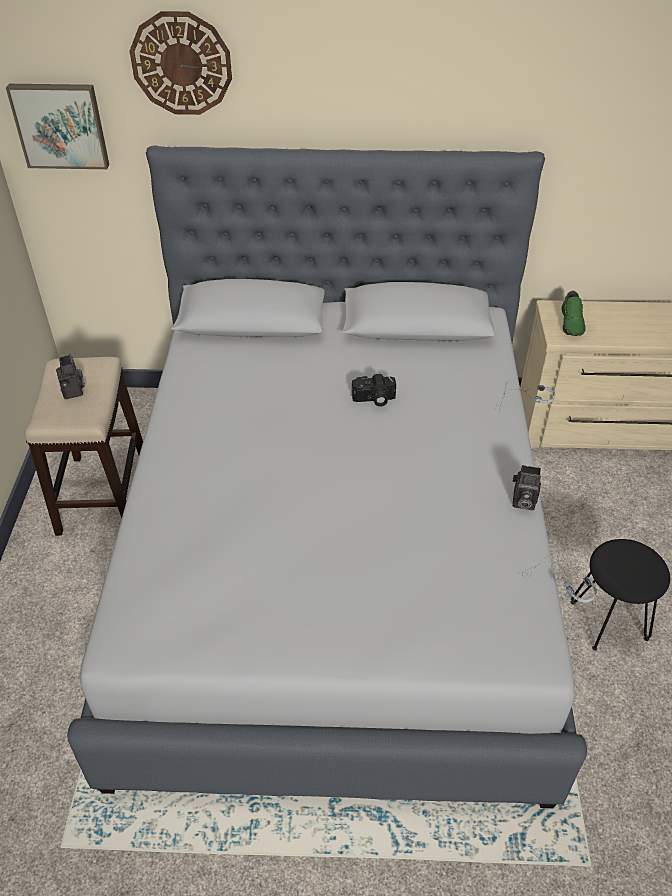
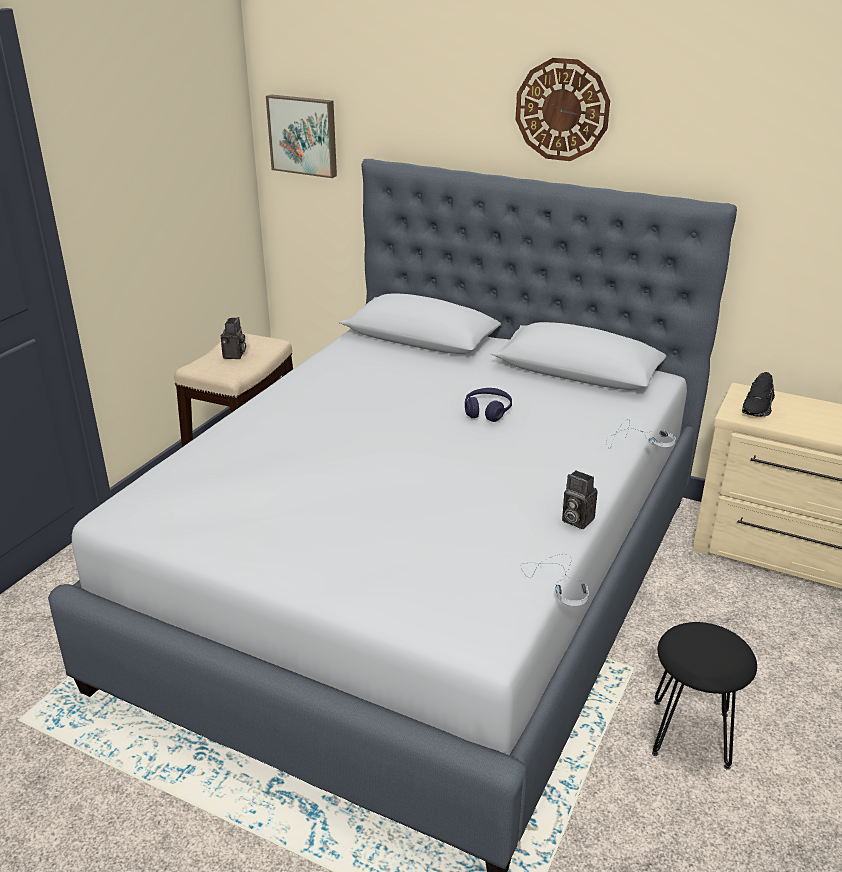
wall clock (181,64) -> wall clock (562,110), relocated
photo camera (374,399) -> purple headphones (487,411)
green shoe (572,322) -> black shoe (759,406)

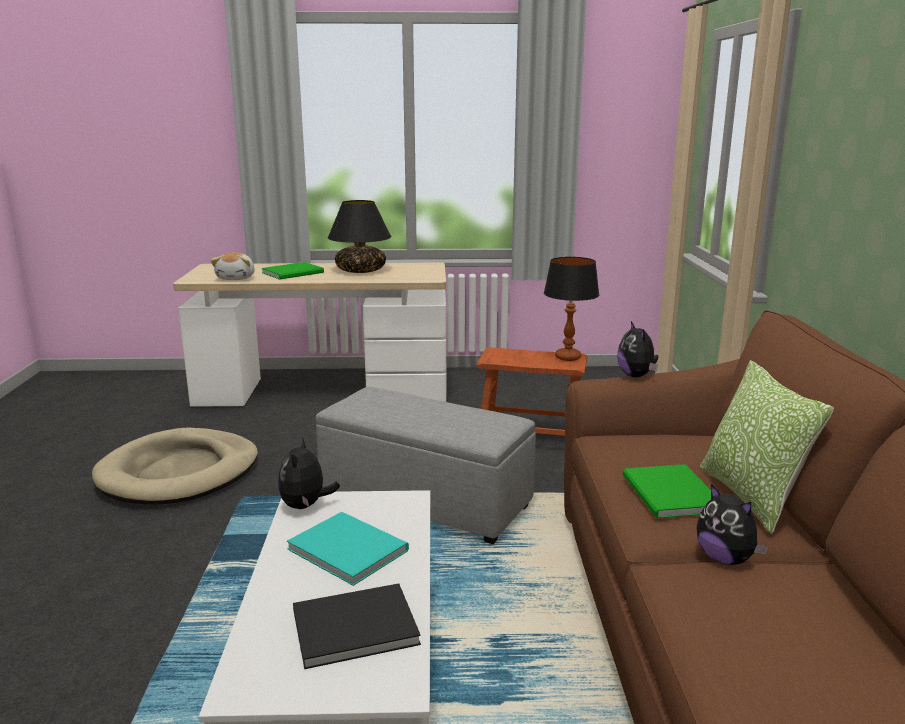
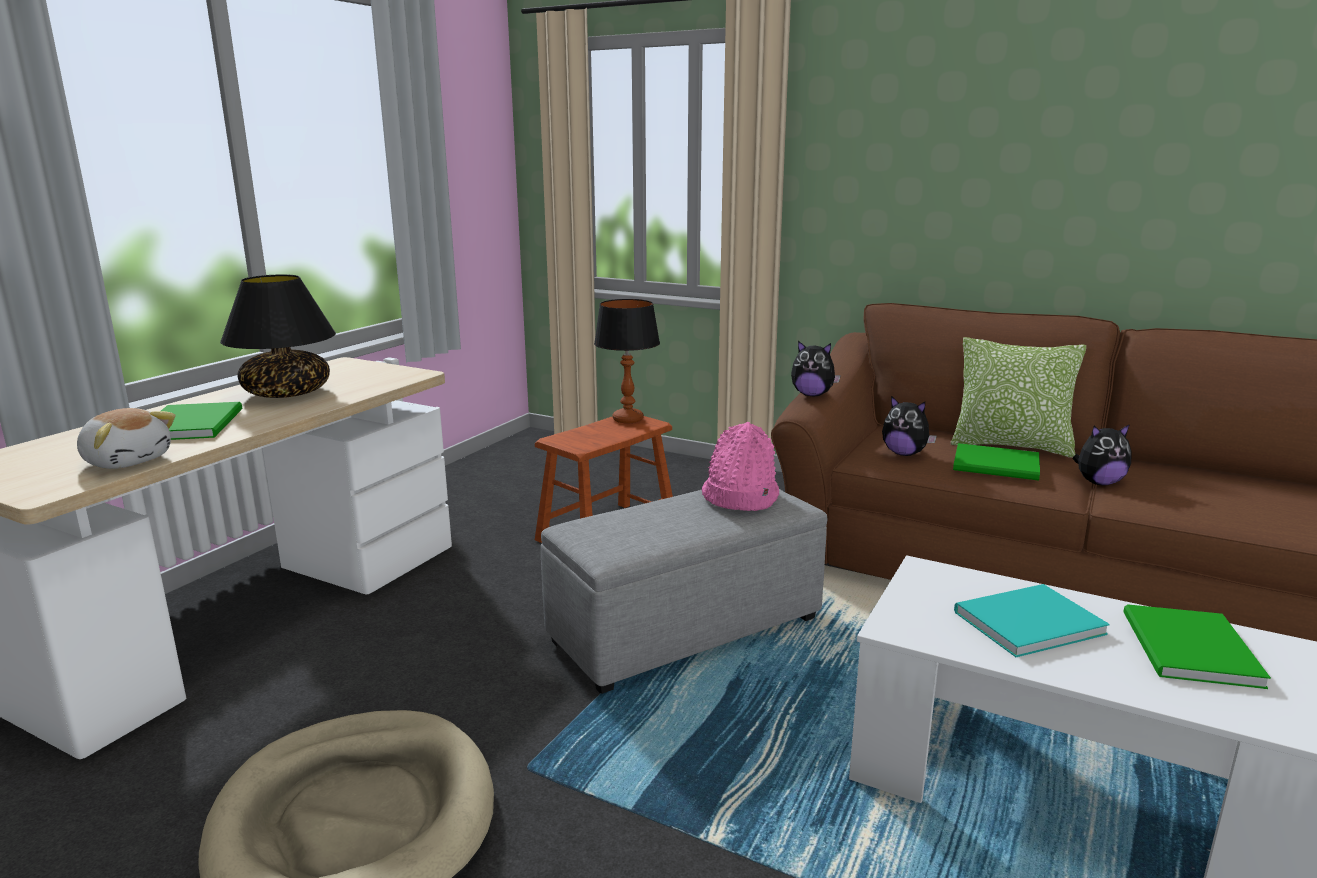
none -> pink hat (739,496)
plush toy (306,506) -> plush toy (904,454), relocated
black book (350,626) -> green book (1187,650)

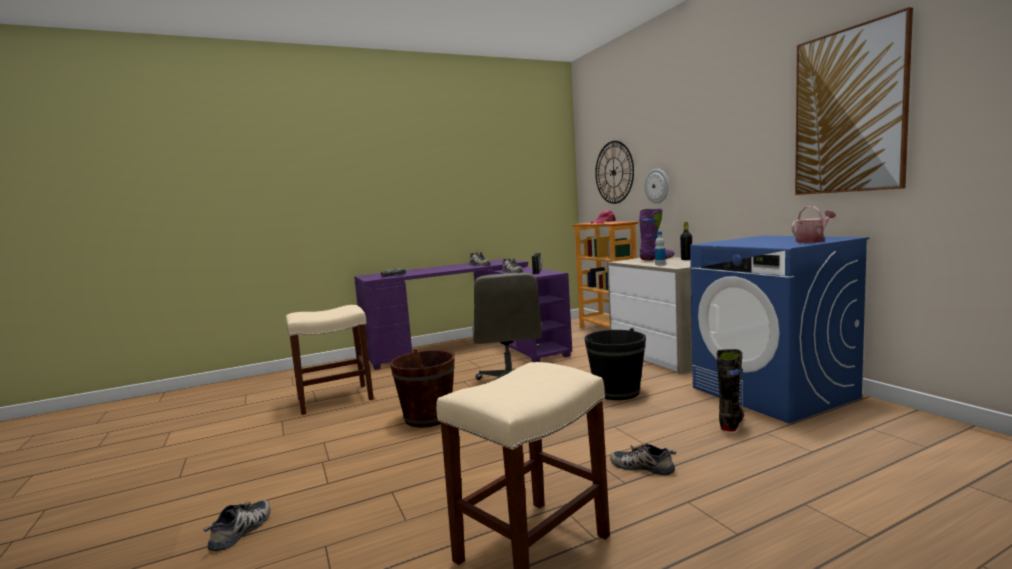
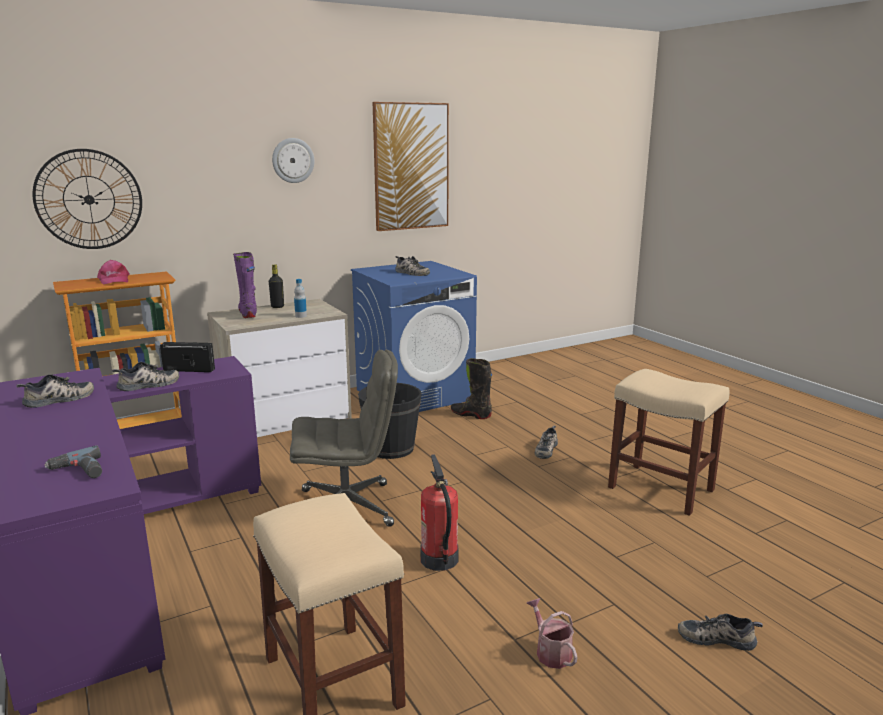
none -> shoe (411,273)
wall clock (657,186) -> wall clock (293,160), relocated
watering can (812,241) -> watering can (550,652), relocated
brown bucket (428,417) -> fire extinguisher (439,559)

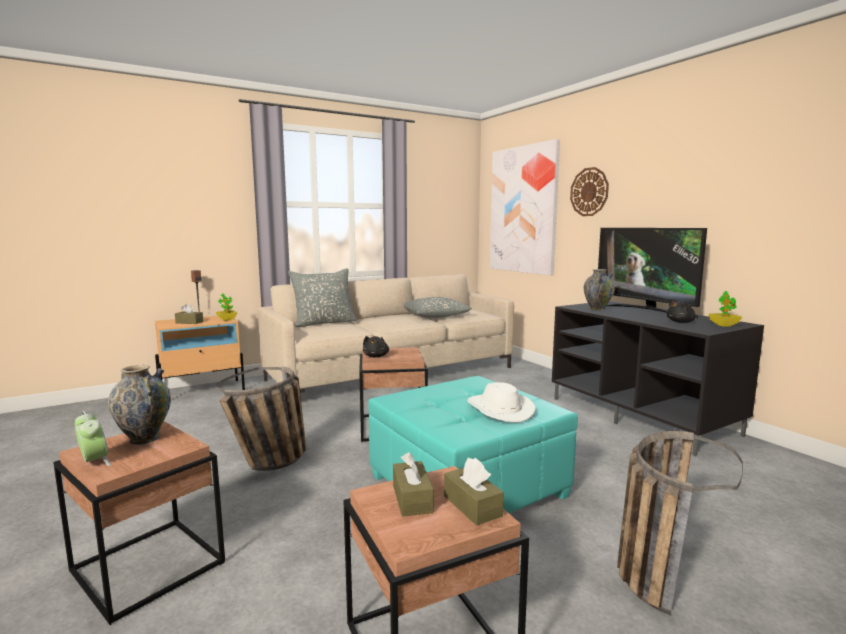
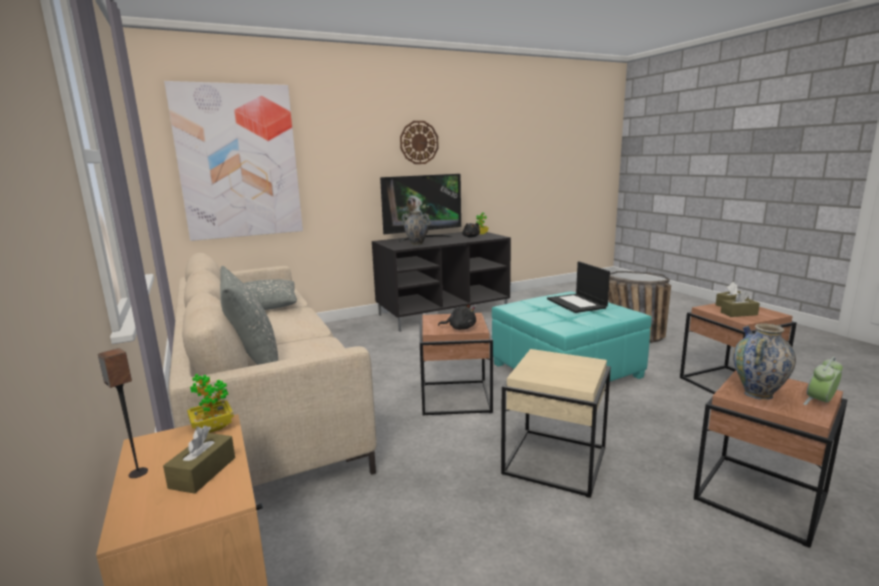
wall clock (589,192) -> wall clock (419,142), relocated
basket (271,464) -> beige side table (553,461)
white hat (499,410) -> laptop (577,303)

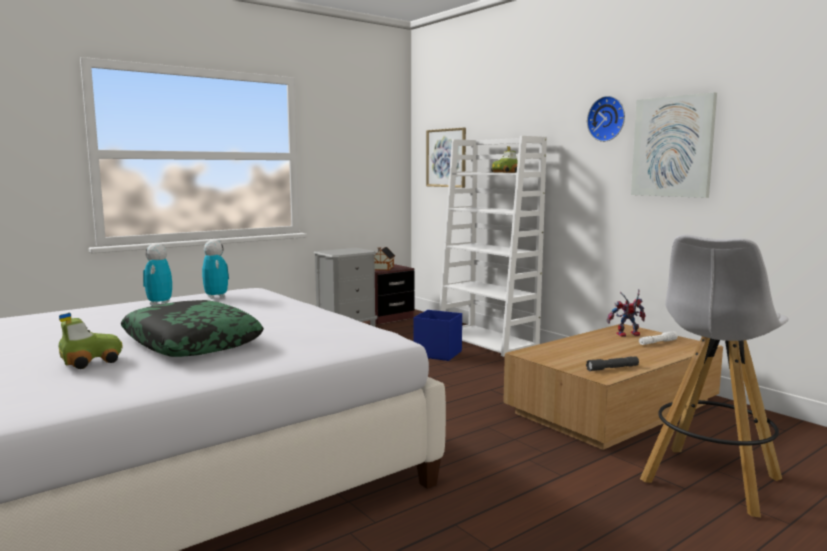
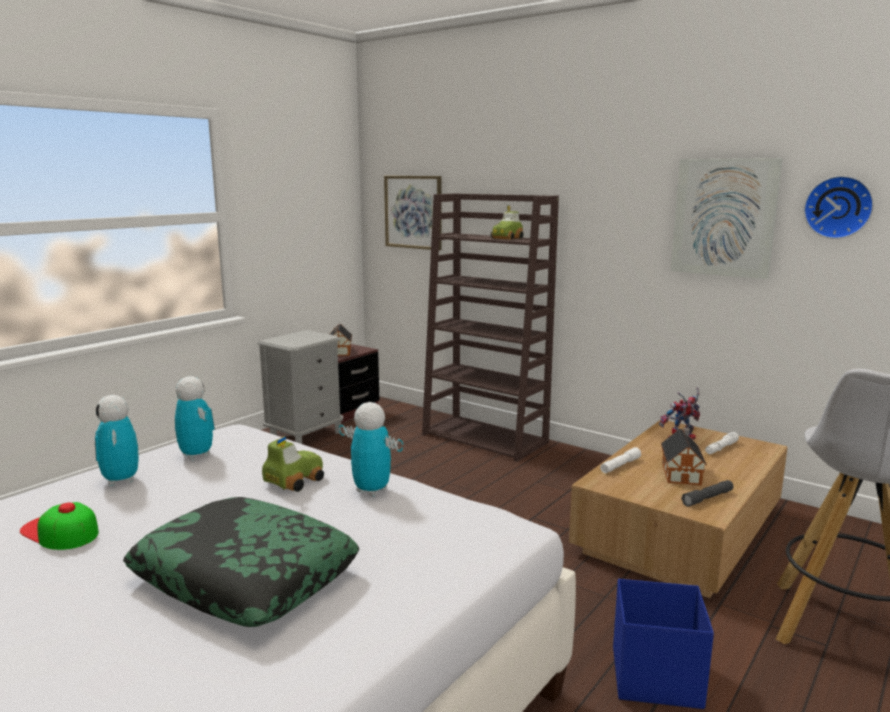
none -> cap (60,531)
none -> toy robot (371,490)
none -> white flashlight (620,465)
none -> toy house (681,473)
toy car (91,361) -> toy car (293,481), relocated
blue storage box (437,353) -> blue storage box (654,677), relocated
wall clock (607,119) -> wall clock (838,207), relocated
white bookcase (488,341) -> brown bookcase (486,438)

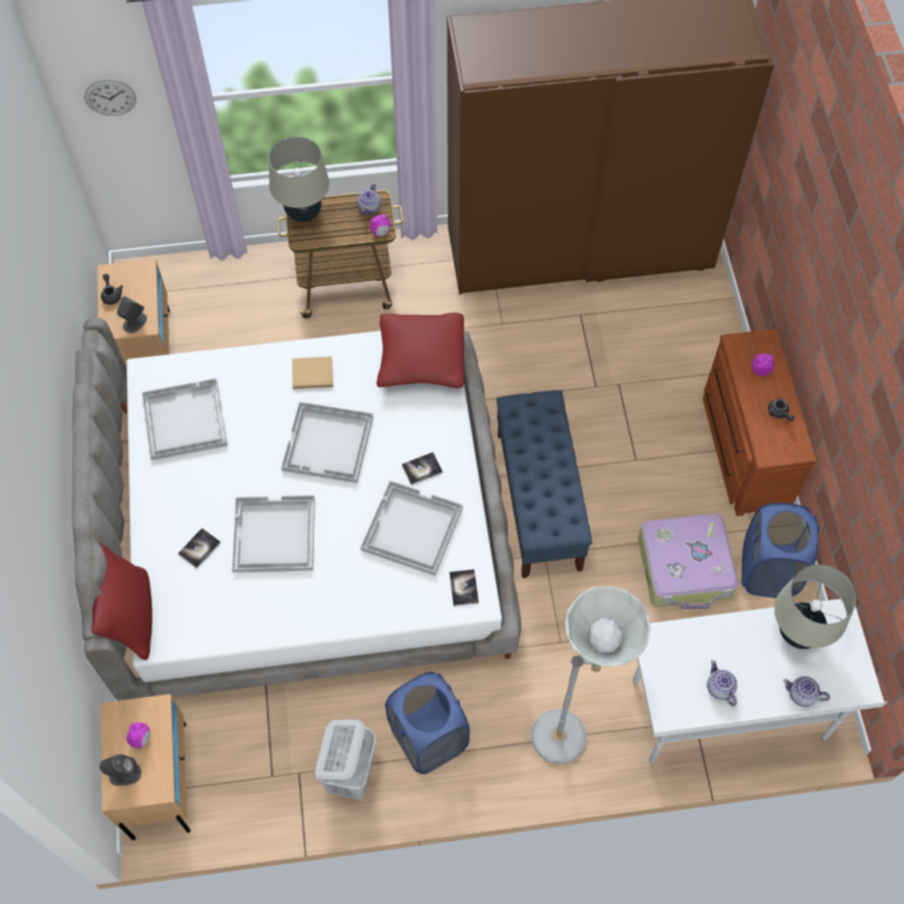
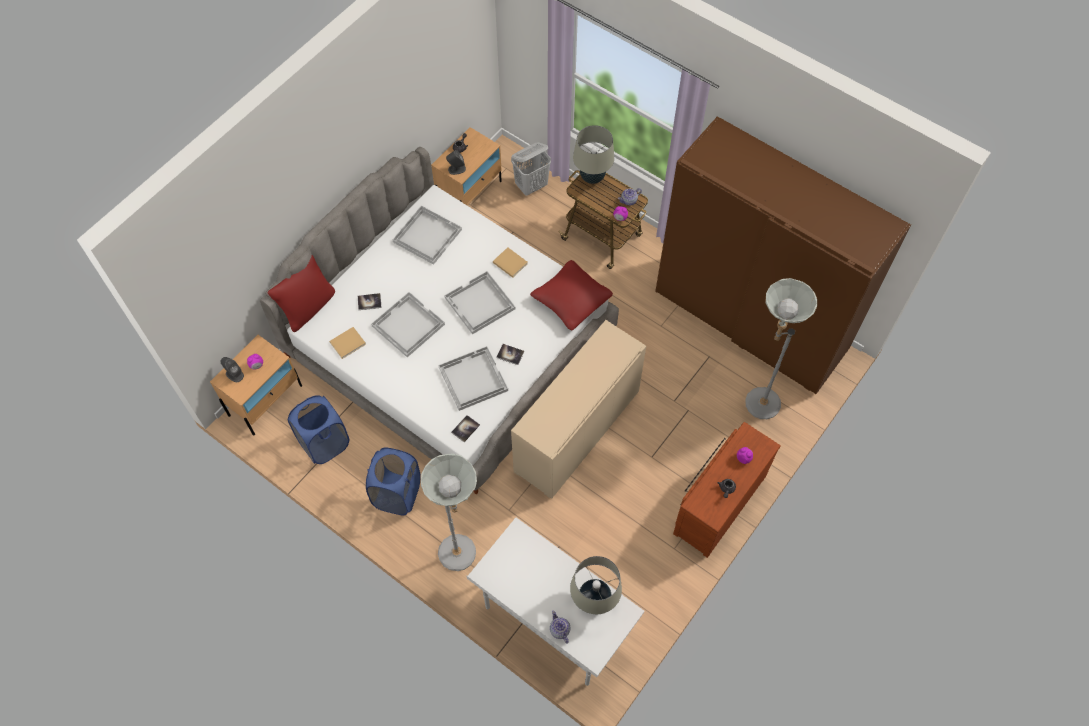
wall clock (110,97) -> none
suitcase (685,567) -> none
teapot (720,688) -> none
none -> beige book (348,343)
none -> grey floor lamp (755,404)
white laundry basket (350,774) -> white laundry basket (531,186), relocated
blue laundry basket (768,570) -> blue laundry basket (324,443), relocated
blue bench (538,500) -> beige cabinet (577,431)

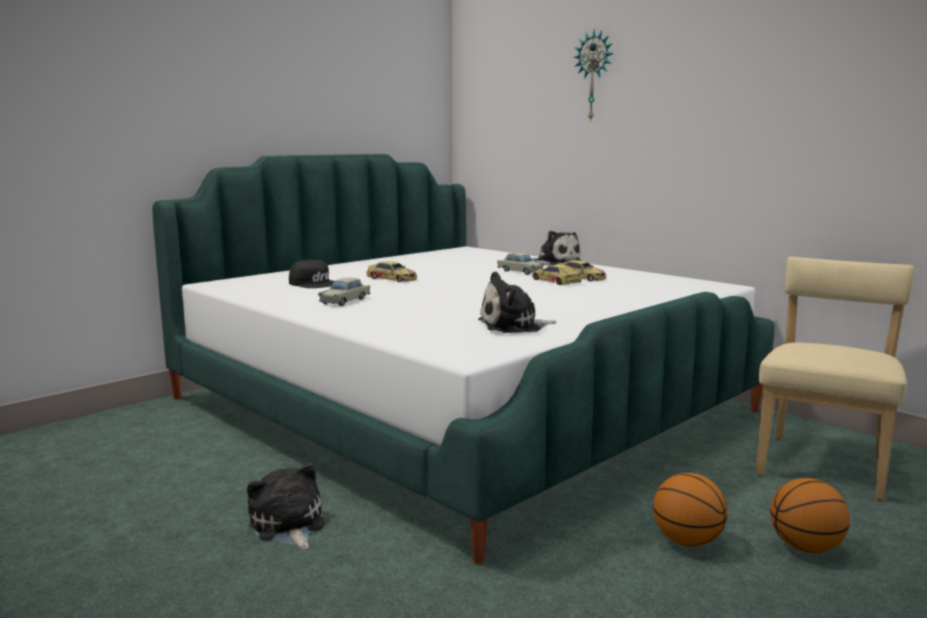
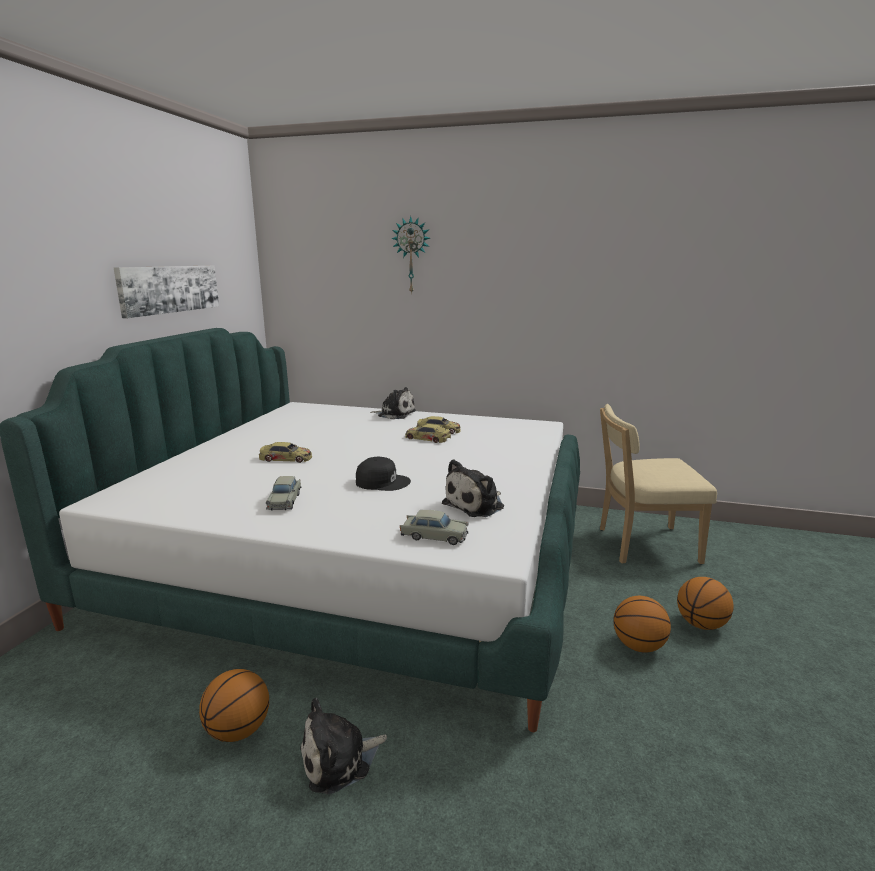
none -> picture (169,289)
none -> basketball (239,730)
black cap (314,283) -> black cap (382,482), relocated
beige toy car (520,271) -> beige toy car (434,536), relocated
plush toy (288,526) -> plush toy (339,759), 60 degrees counterclockwise
beige chair (824,463) -> beige chair (642,545), 90 degrees counterclockwise

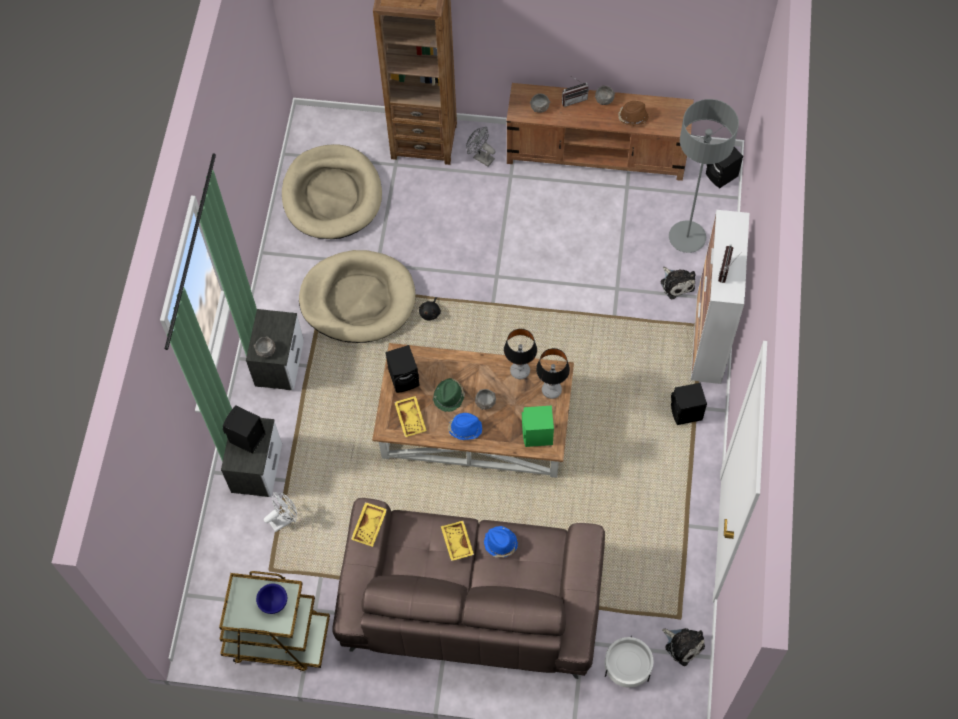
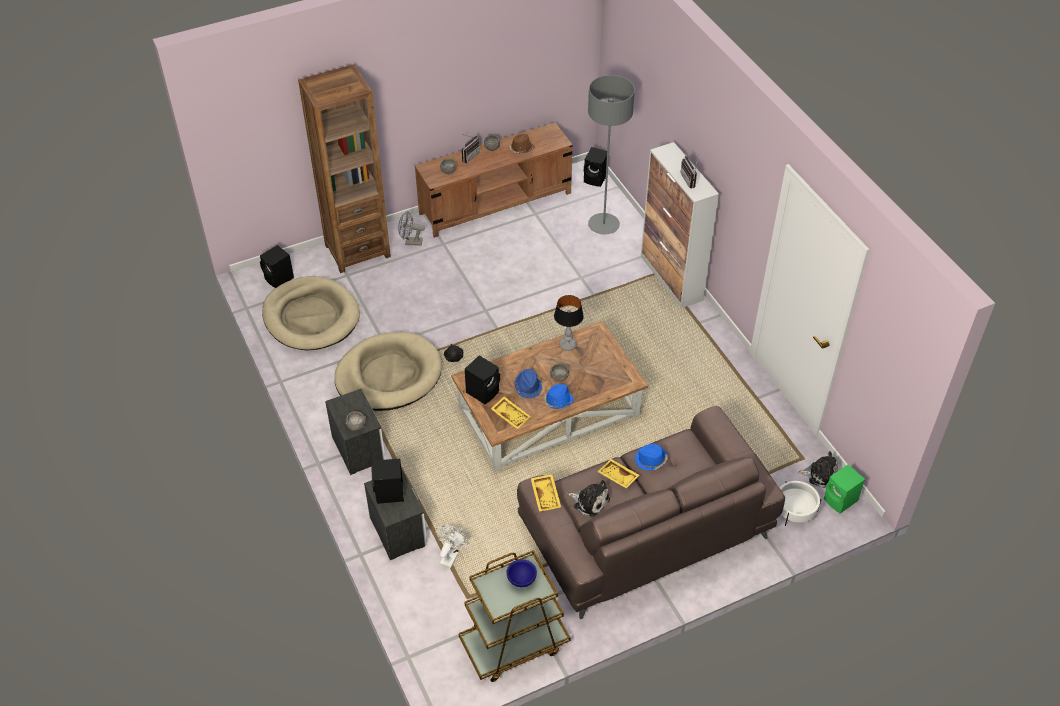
table lamp (552,390) -> none
green speaker (537,436) -> green speaker (841,501), relocated
plush toy (676,283) -> plush toy (590,502), relocated
black speaker (686,413) -> black speaker (279,279), relocated
green hat (449,396) -> blue hat (528,387)

